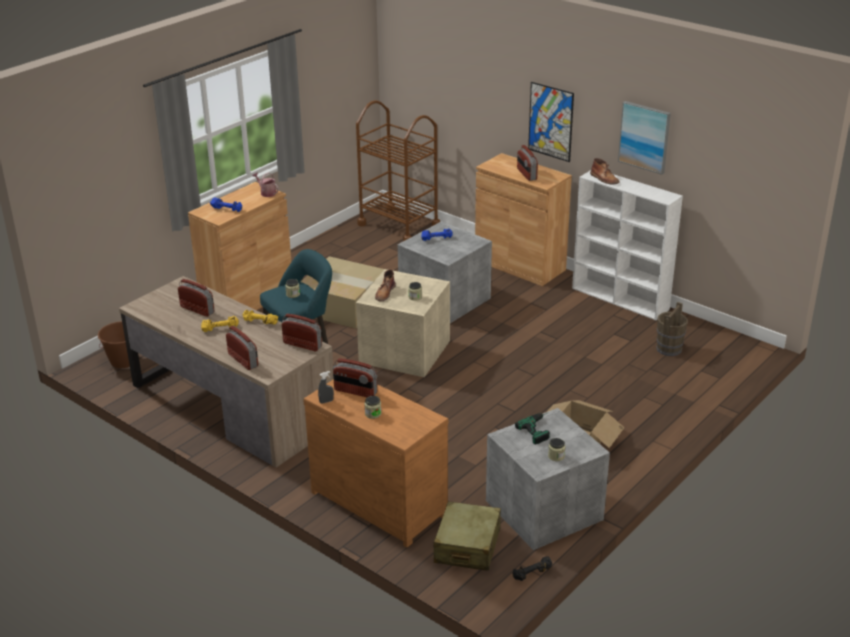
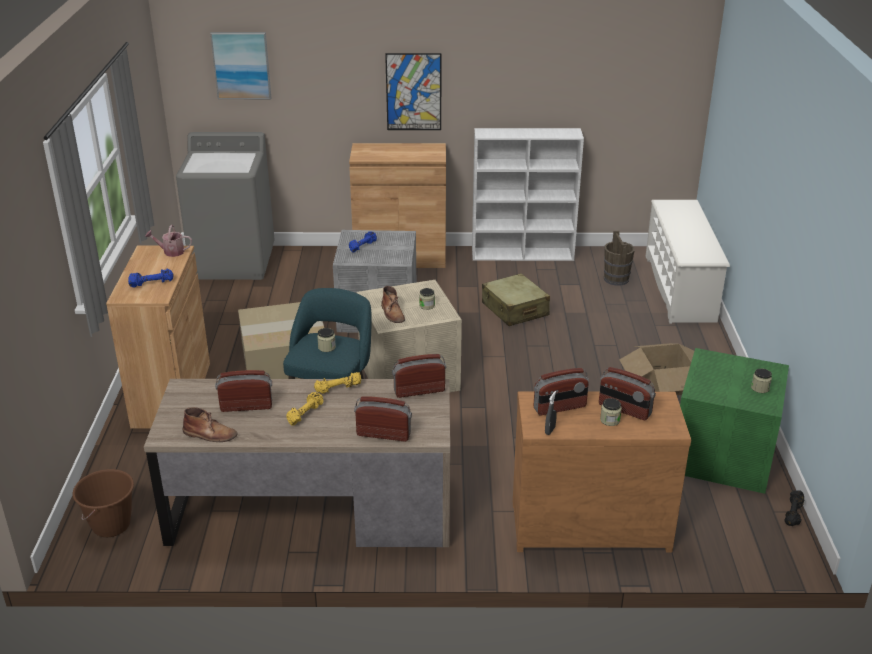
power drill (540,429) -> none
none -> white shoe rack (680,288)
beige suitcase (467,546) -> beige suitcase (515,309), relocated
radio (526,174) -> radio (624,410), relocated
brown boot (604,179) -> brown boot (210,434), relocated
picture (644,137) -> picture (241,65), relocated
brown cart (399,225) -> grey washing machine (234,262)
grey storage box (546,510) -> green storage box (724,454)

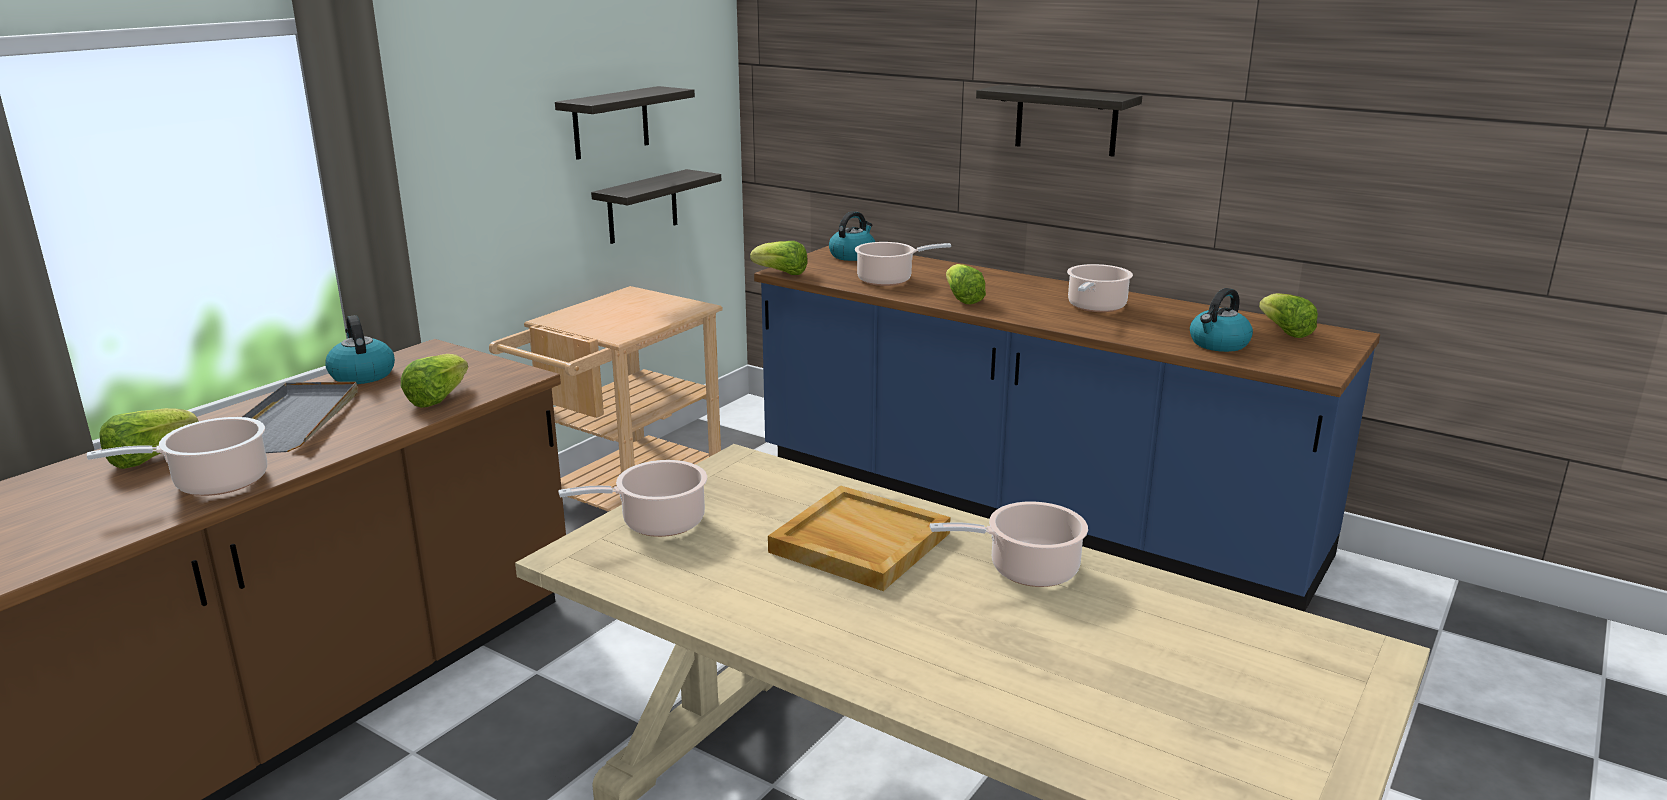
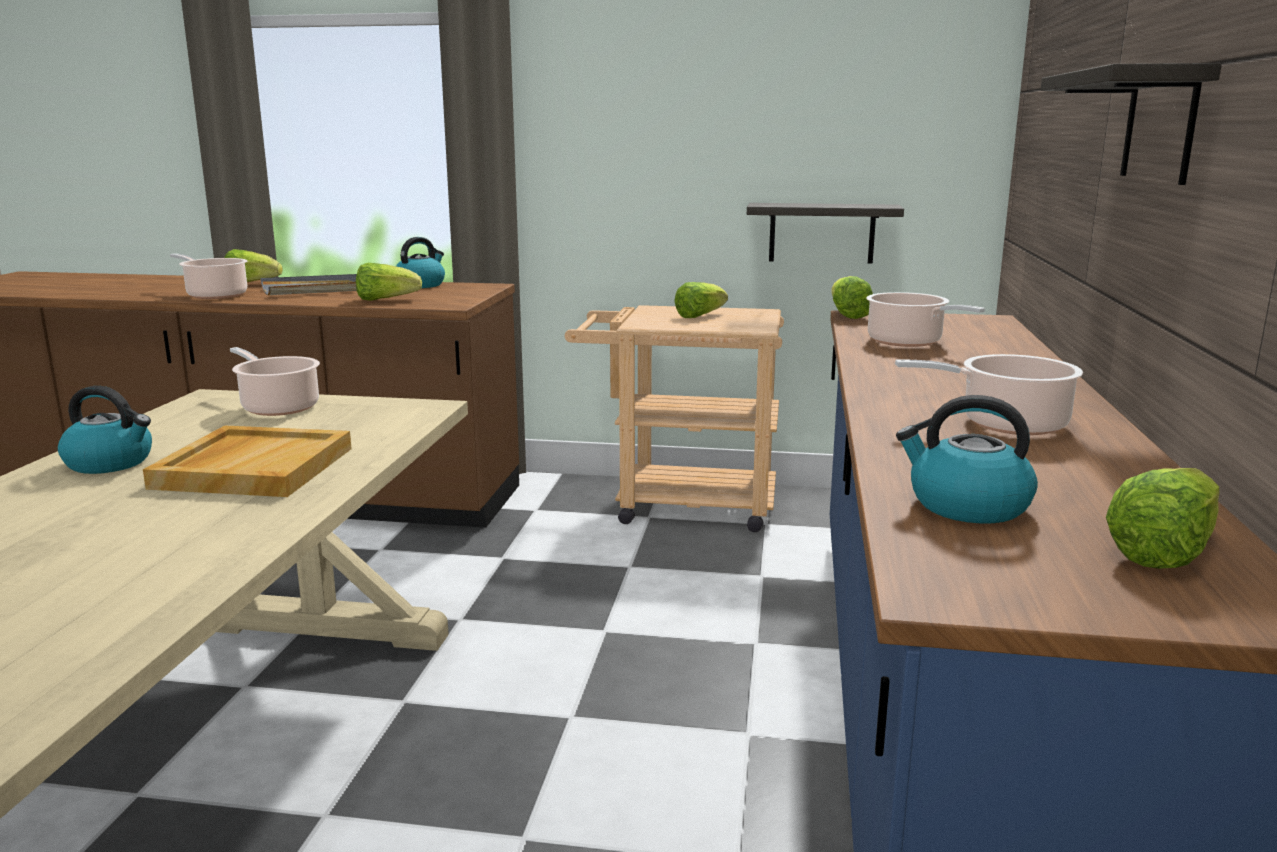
shelf (611,122) -> none
cooking pot (1027,570) -> none
kettle (852,255) -> kettle (111,463), relocated
lettuce (962,299) -> lettuce (699,316), relocated

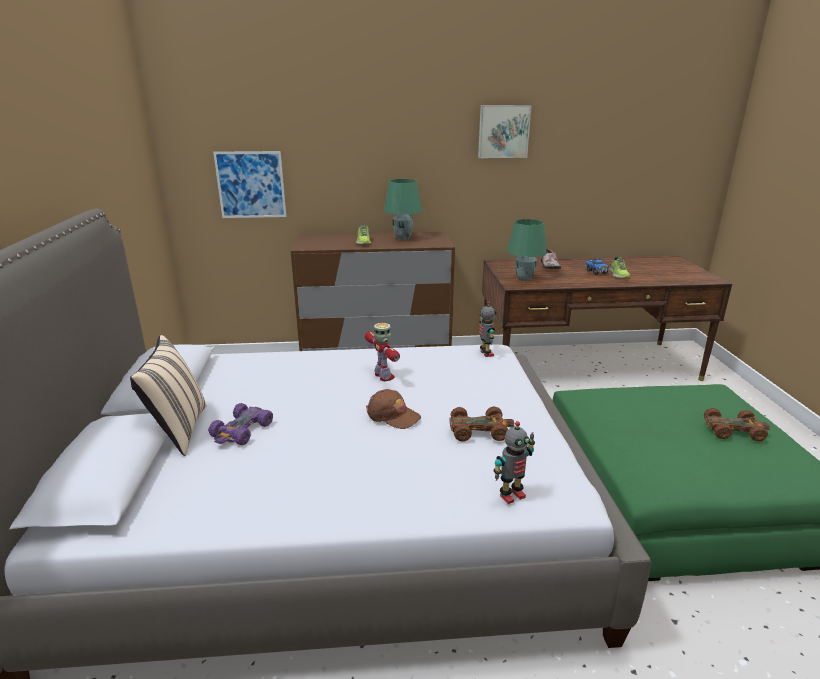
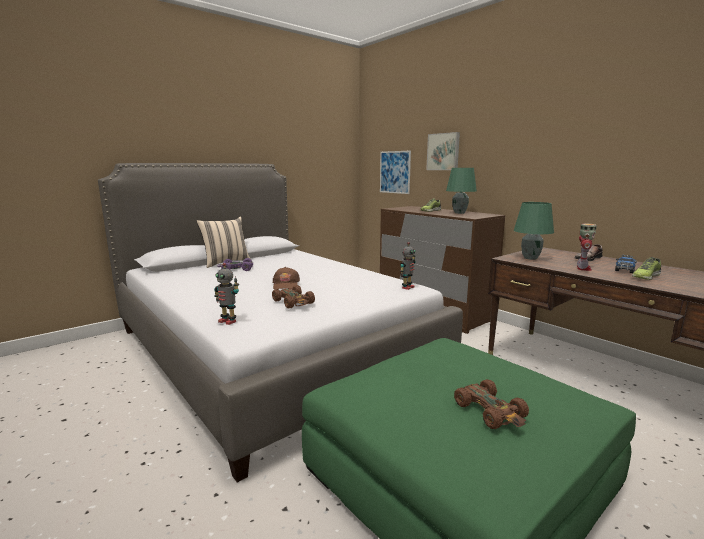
toy robot (384,376) -> toy robot (583,268), relocated
picture (503,131) -> picture (443,152), relocated

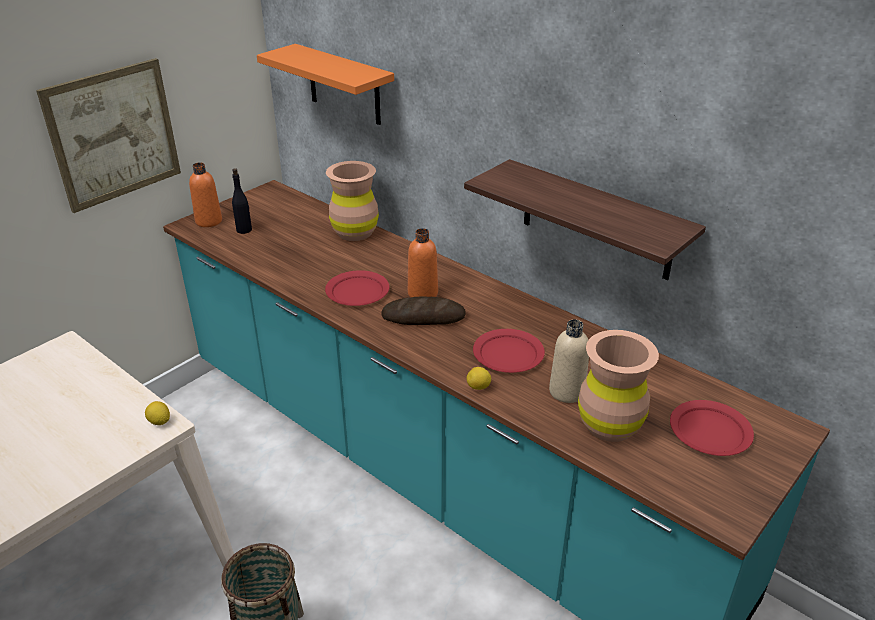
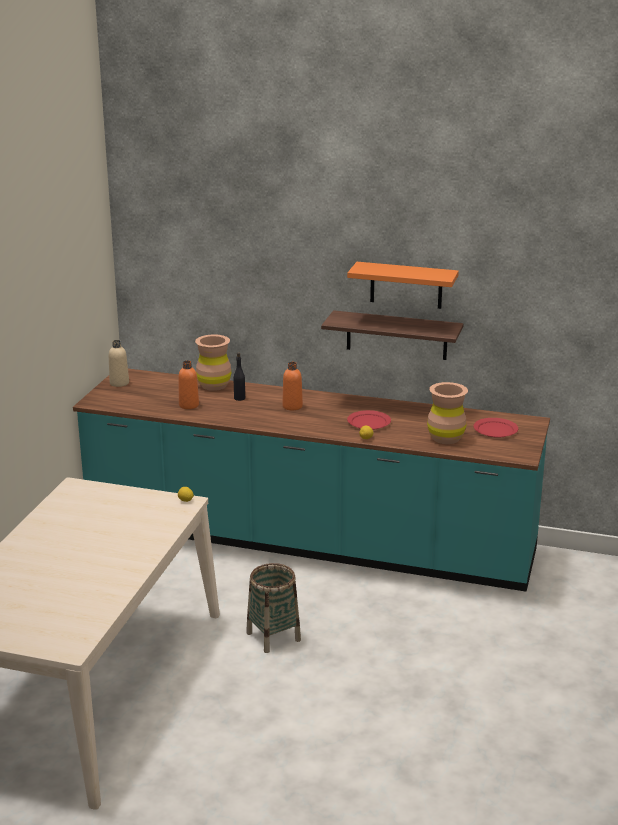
picture (113,134) -> none
red plate (357,291) -> none
bread (423,317) -> none
orange bottle (209,221) -> orange bottle (189,405), relocated
black bottle (244,230) -> black bottle (239,398), relocated
orange shelf (344,85) -> orange shelf (406,285), relocated
beige bottle (567,391) -> beige bottle (119,383), relocated

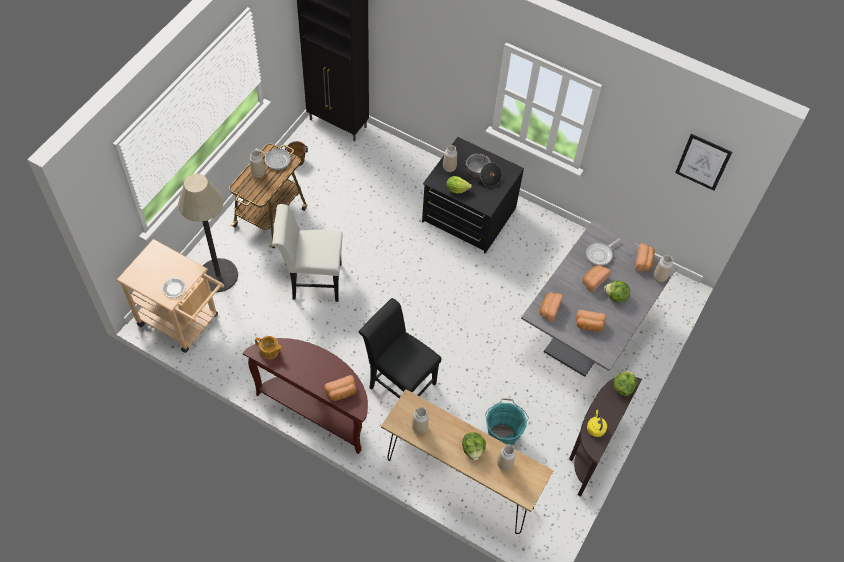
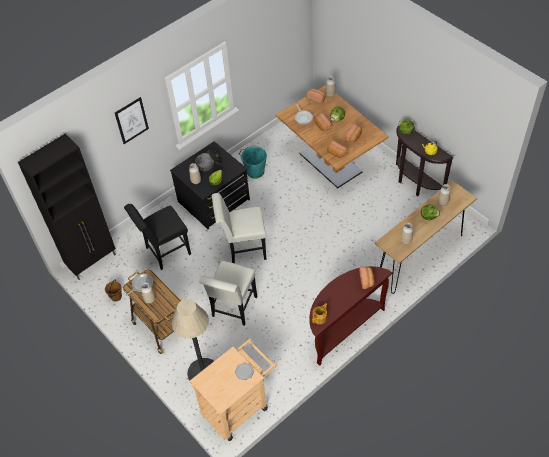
none -> white chair (243,249)
black chair (398,383) -> black chair (165,252), relocated
turquoise bucket (502,435) -> turquoise bucket (254,171), relocated
picture (703,162) -> picture (131,120), relocated
grey dining table (585,332) -> brown dining table (330,163)

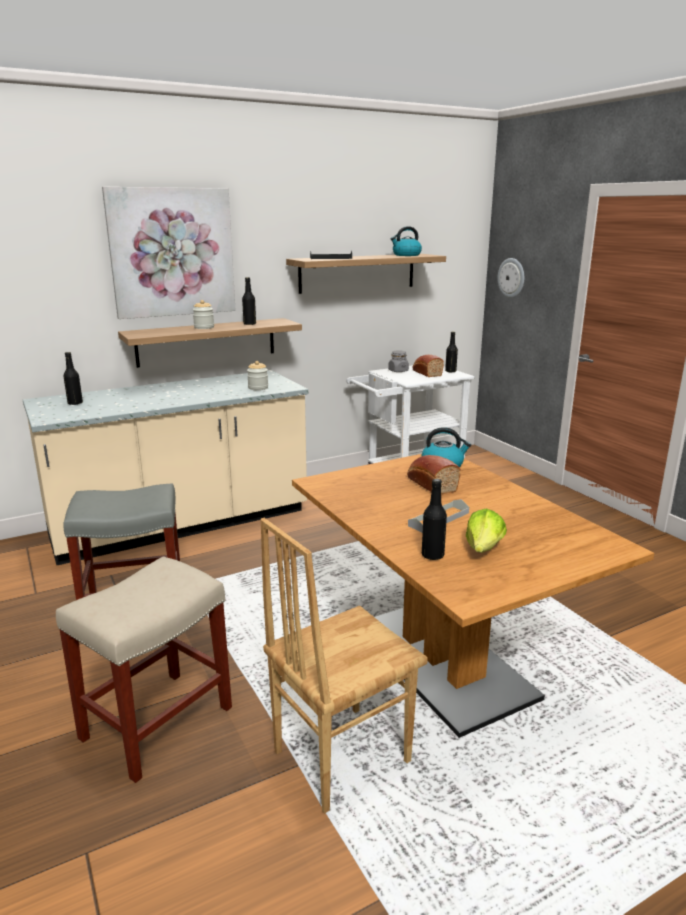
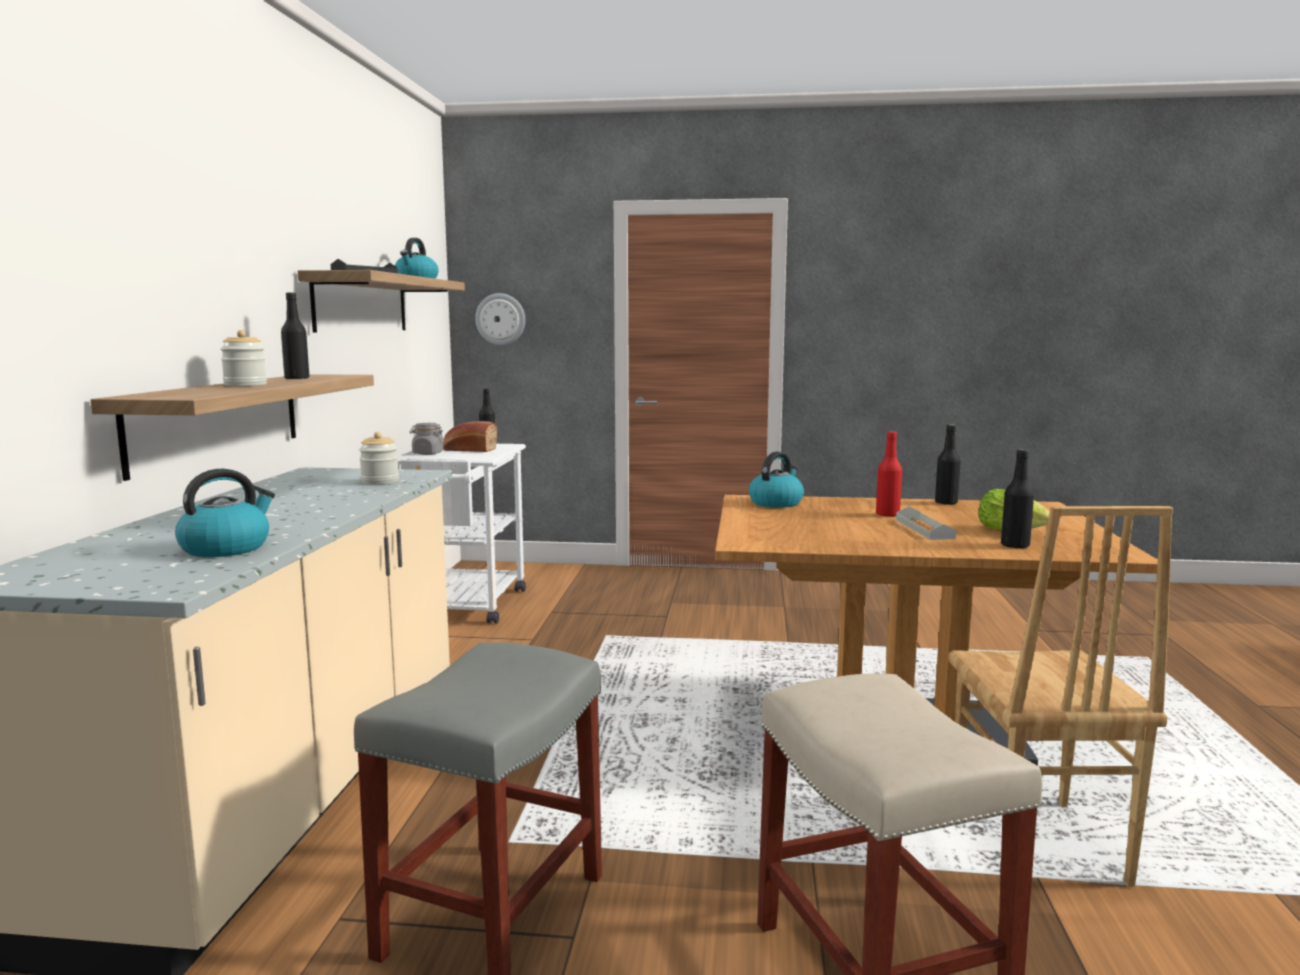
picture (172,252) -> none
bread (430,484) -> none
none -> kettle (226,548)
none -> red bottle (887,514)
black bottle (75,403) -> black bottle (946,503), relocated

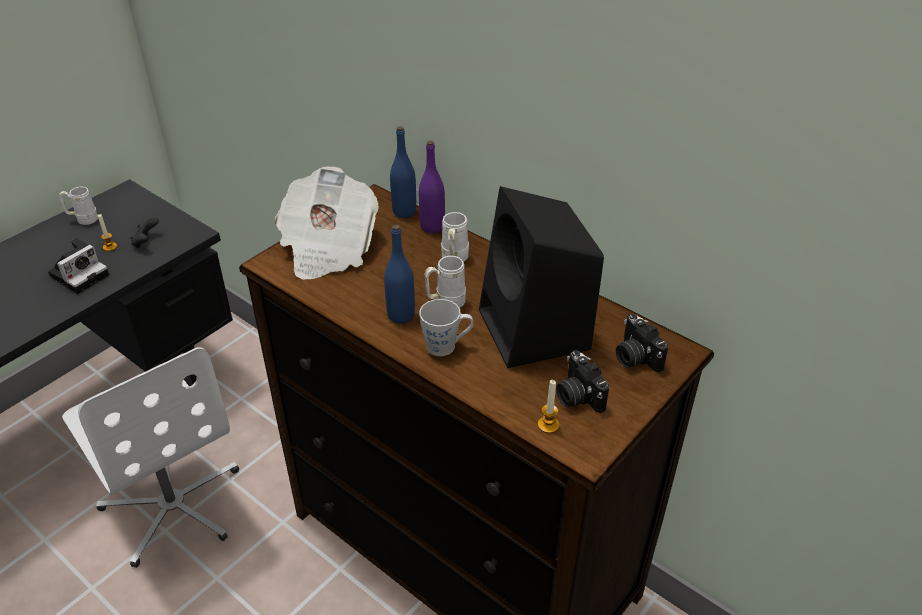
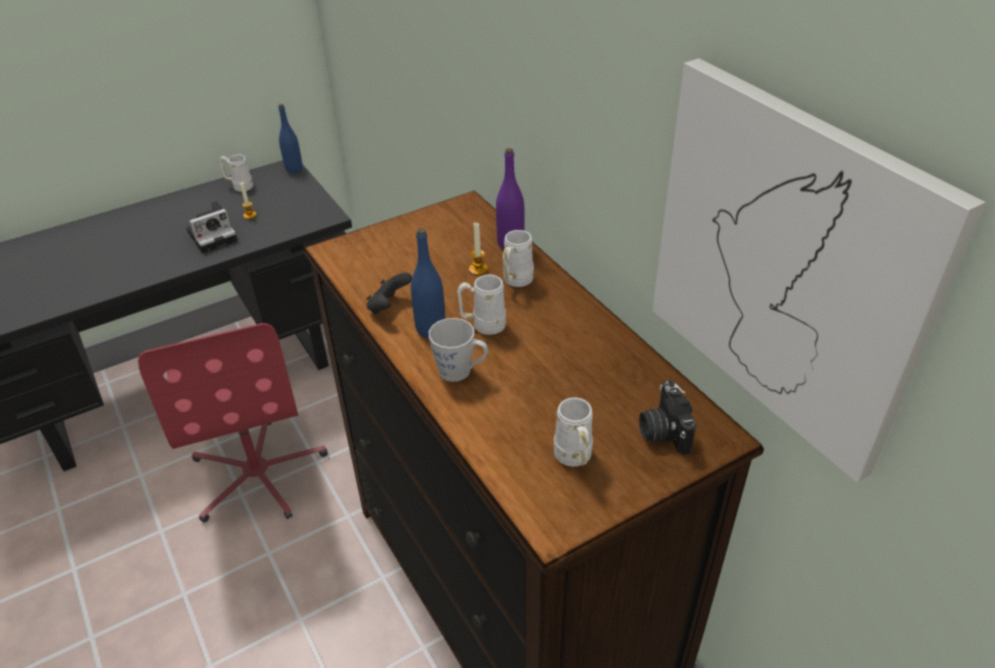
newspaper (327,247) -> none
black speaker (535,331) -> none
none -> picture (785,266)
black game controller (146,242) -> black game controller (389,307), relocated
blue bottle (404,211) -> blue bottle (294,169), relocated
candle (548,425) -> candle (478,269), relocated
photo camera (577,396) -> white mug (574,459)
white office chair (174,505) -> red office chair (258,473)

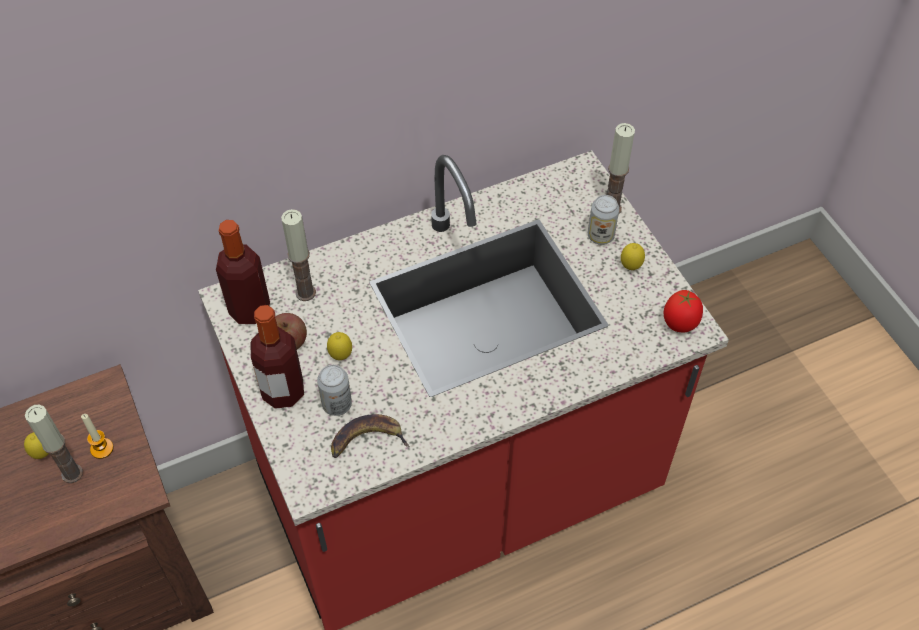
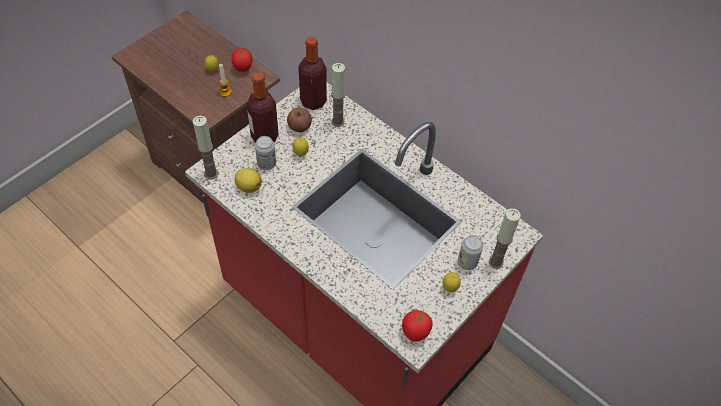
none -> tomato (243,69)
candle (72,473) -> candle (211,173), relocated
banana (367,440) -> lemon (248,186)

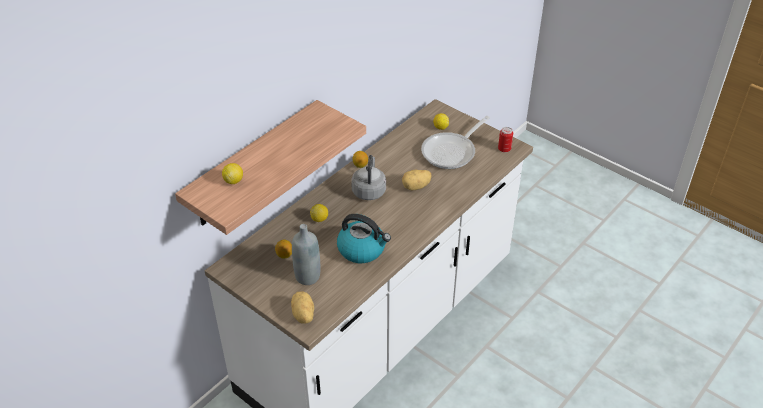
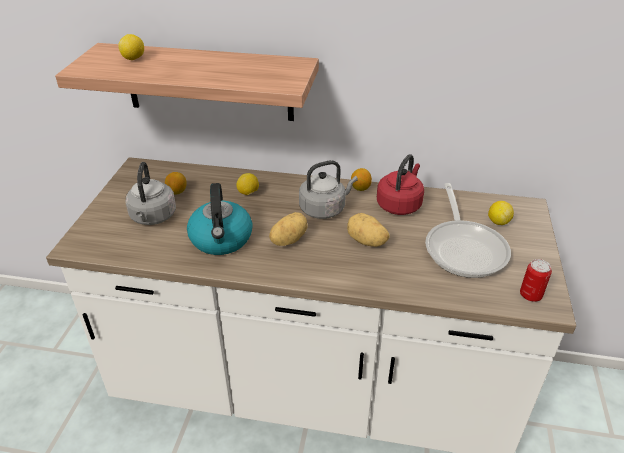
none -> red kettle (399,204)
potato (302,315) -> potato (288,240), relocated
grey bottle (307,276) -> grey kettle (153,217)
frying pan (452,152) -> frying pan (464,248), 105 degrees counterclockwise

